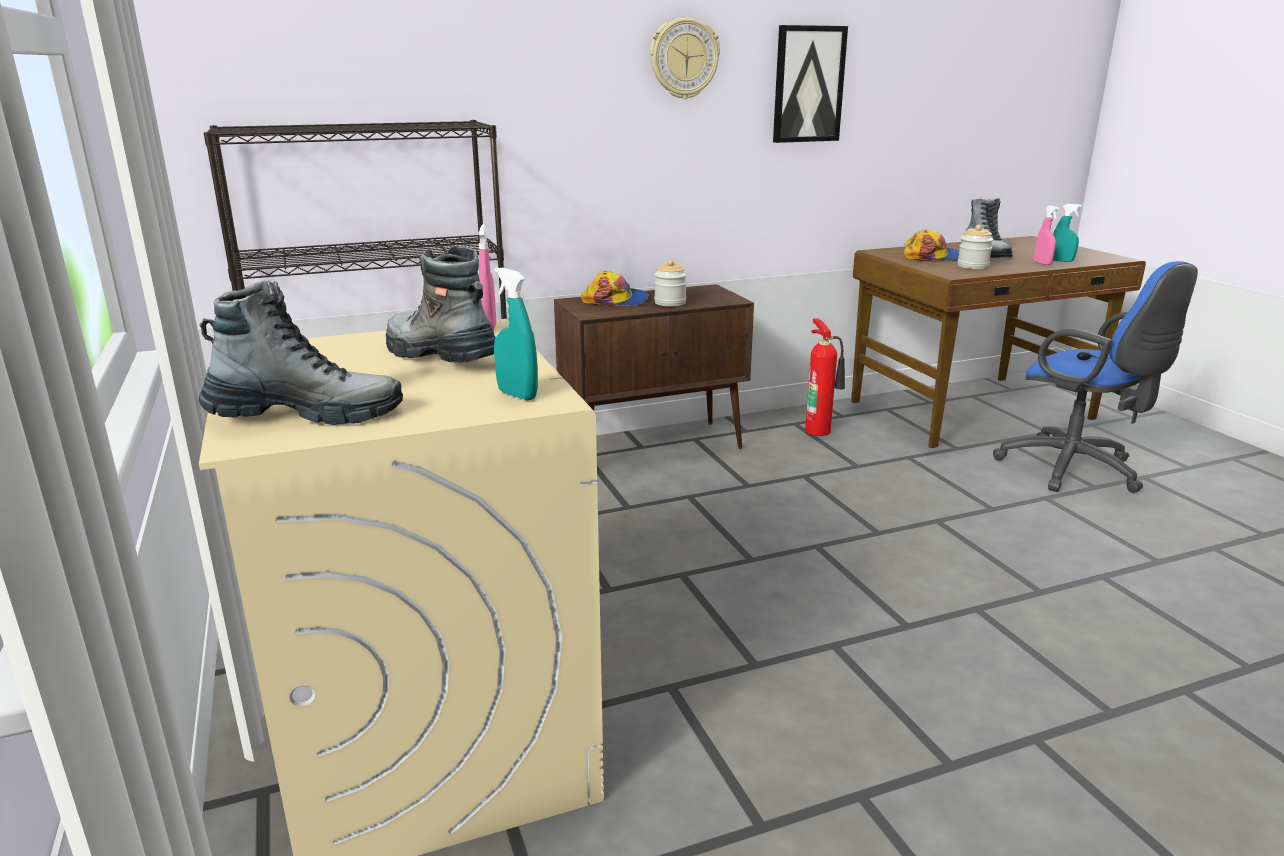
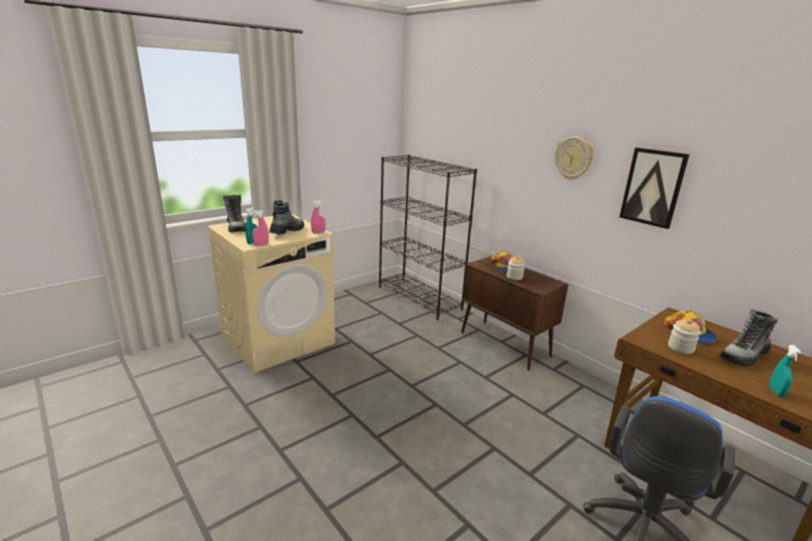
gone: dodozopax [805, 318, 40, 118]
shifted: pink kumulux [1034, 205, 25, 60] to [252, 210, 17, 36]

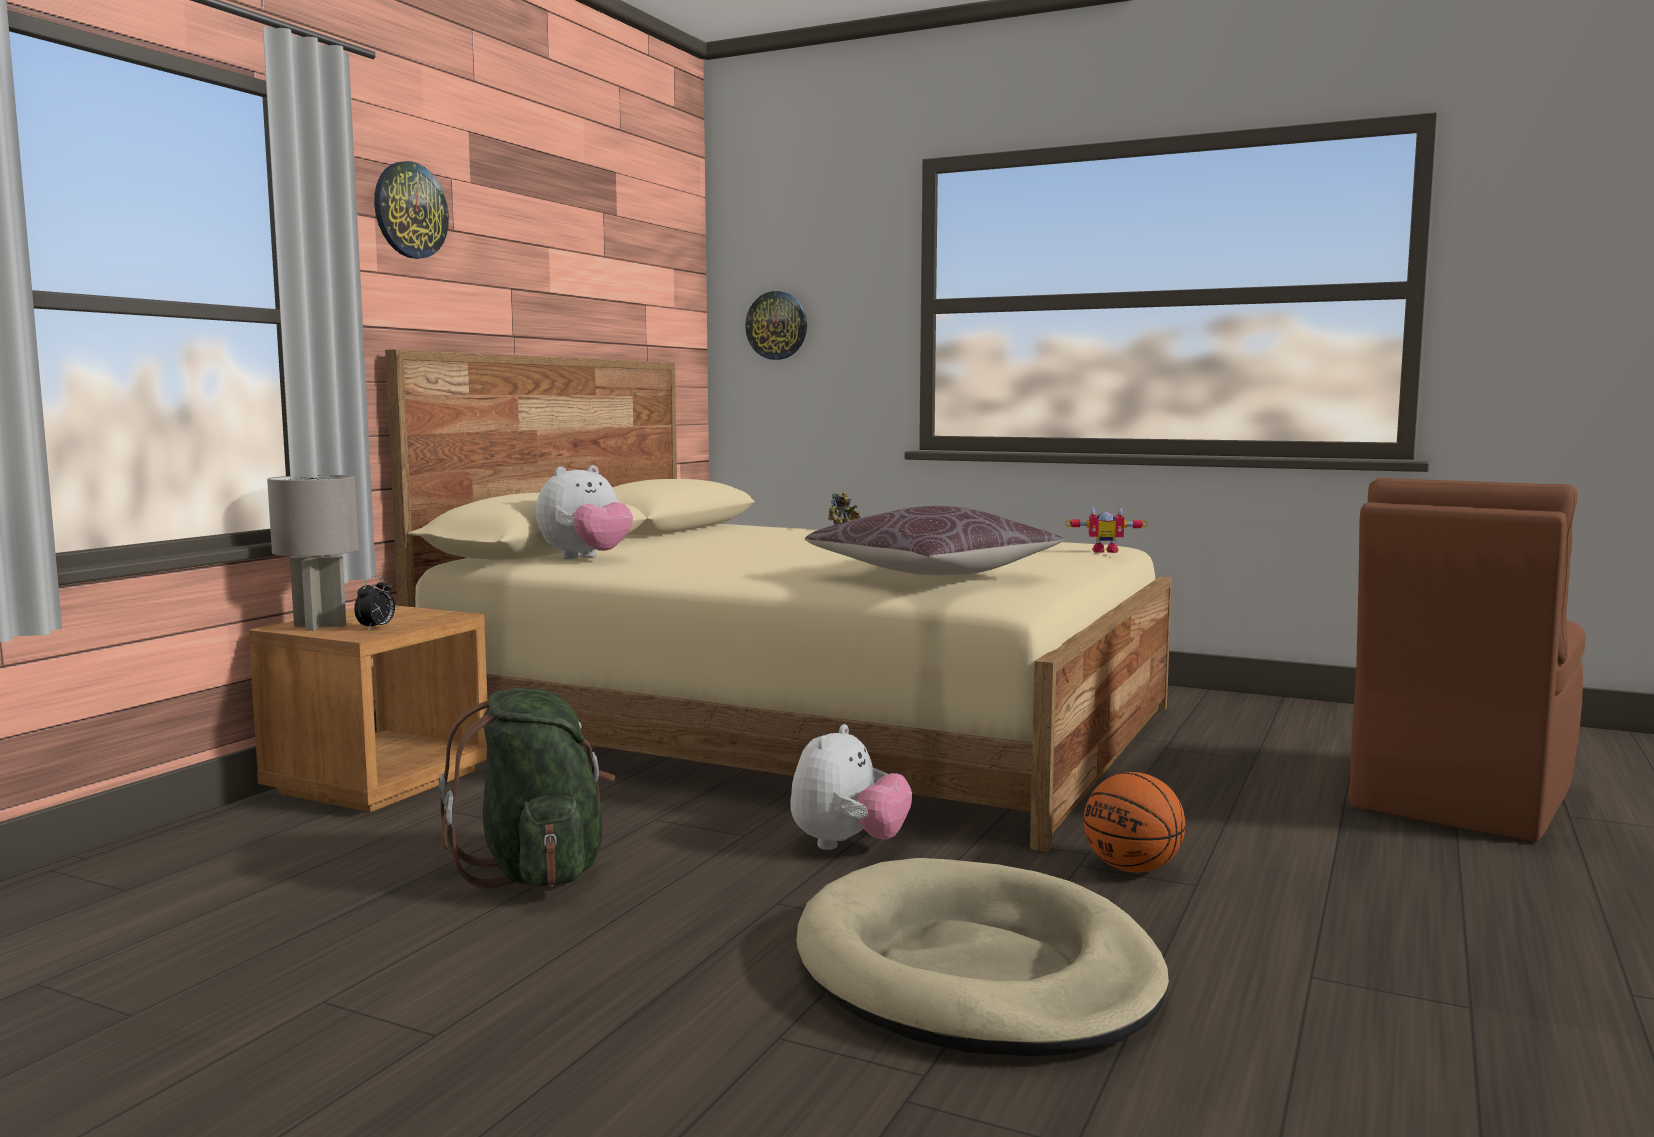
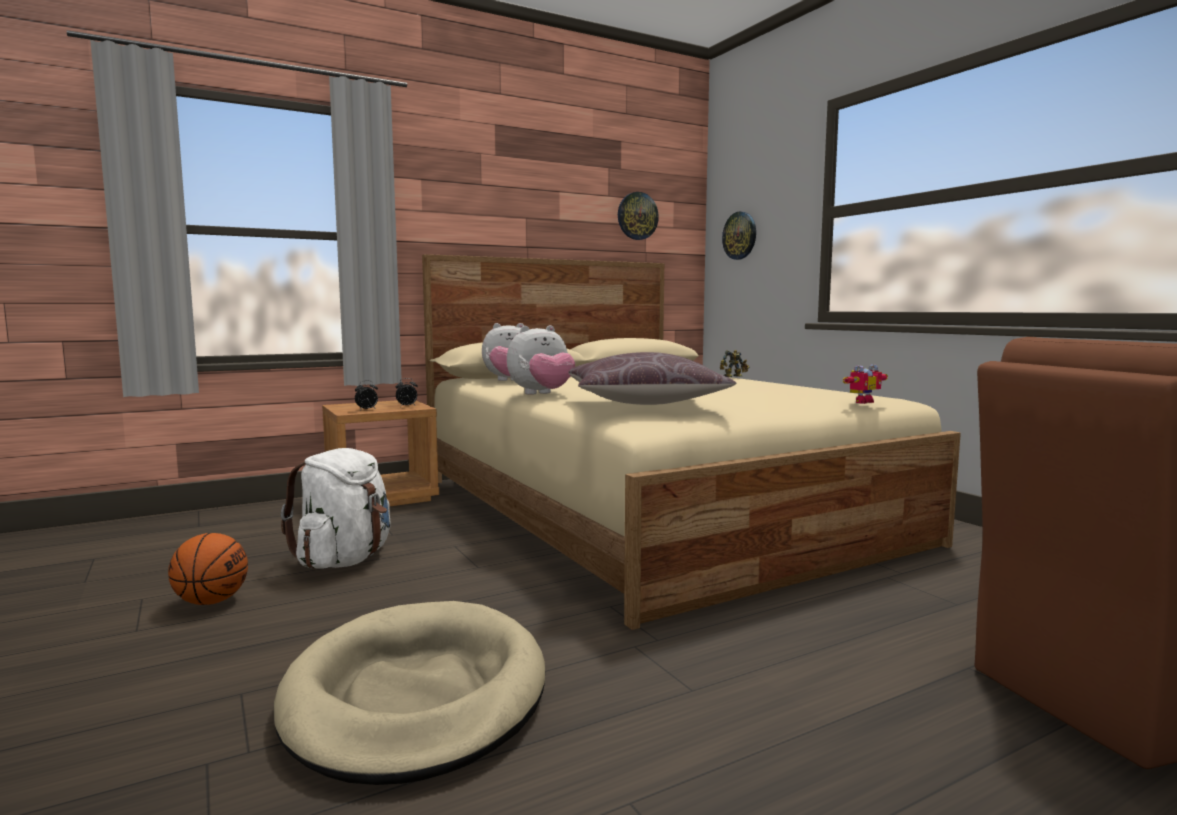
gone: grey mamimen [267, 475, 92, 156]
new: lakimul [396, 378, 22, 29]
shifted: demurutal [374, 161, 75, 98] to [618, 192, 41, 48]; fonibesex [790, 724, 122, 126] to [507, 325, 68, 70]; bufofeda [1084, 772, 101, 101] to [168, 533, 80, 72]
repainted: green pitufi [439, 688, 176, 200] to white pitufi [281, 448, 110, 121]
rotated: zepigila [1065, 507, 83, 46] = [843, 364, 45, 40] 75 degrees counterclockwise

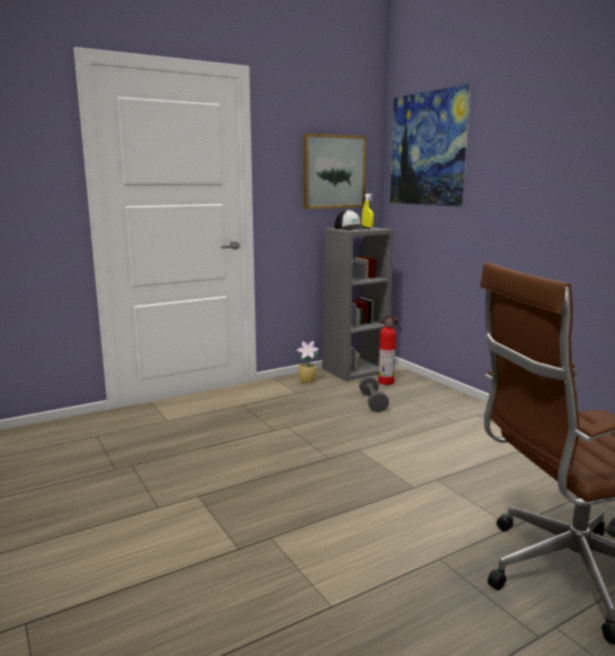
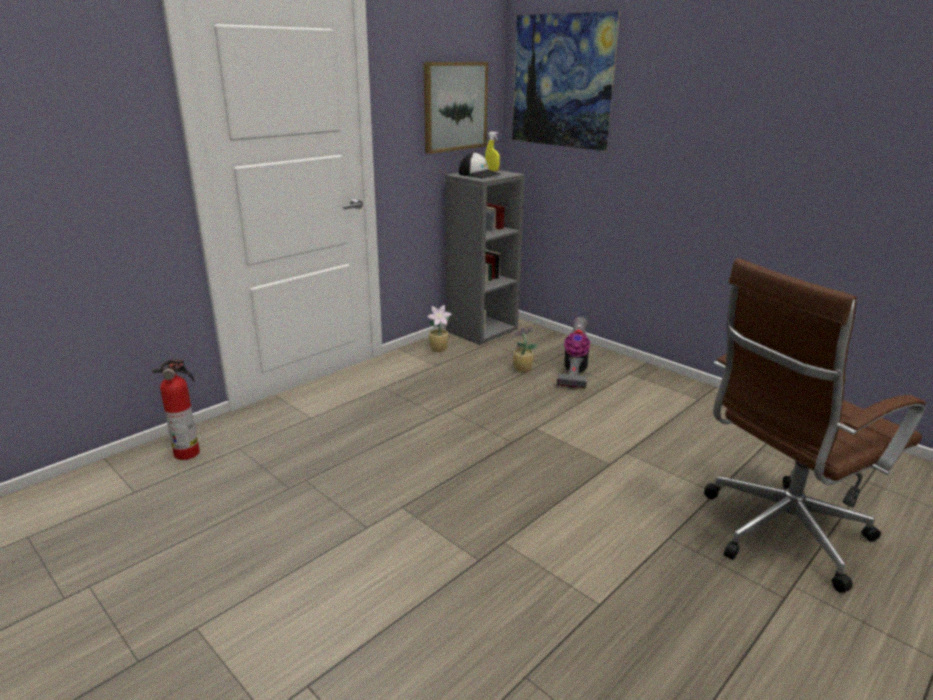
new: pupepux [557, 317, 34, 71]
shifted: dodozopax [378, 315, 23, 70] to [152, 359, 48, 101]
swapped: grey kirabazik [359, 376, 30, 36] to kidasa [511, 326, 27, 46]

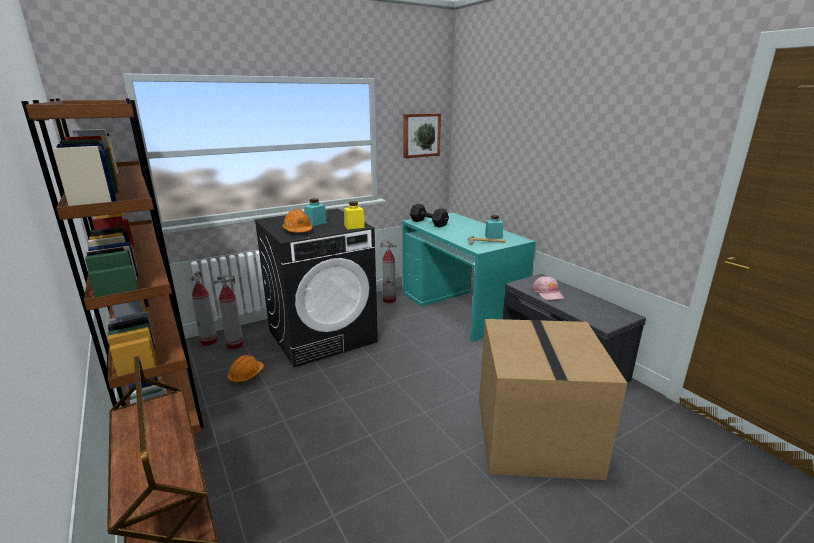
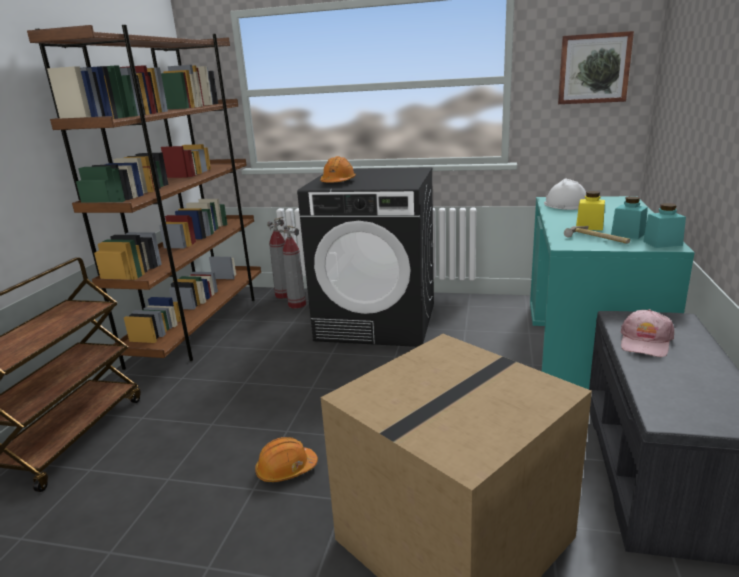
gone: dodozopax [380, 240, 17, 63]
shifted: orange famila [228, 355, 36, 29] to [255, 437, 63, 45]; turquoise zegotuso [304, 198, 23, 28] to [643, 203, 43, 45]; yellow zegotuso [344, 201, 21, 28] to [576, 191, 29, 40]
swapped: black kirabazik [410, 204, 39, 24] to white famila [544, 179, 42, 31]

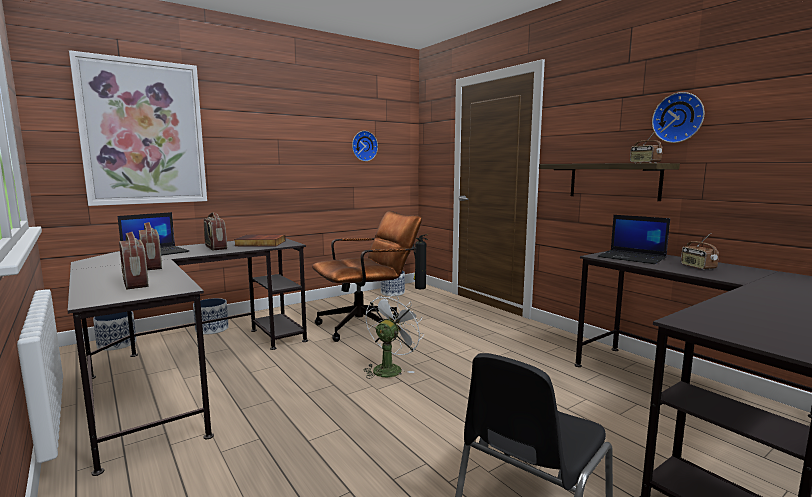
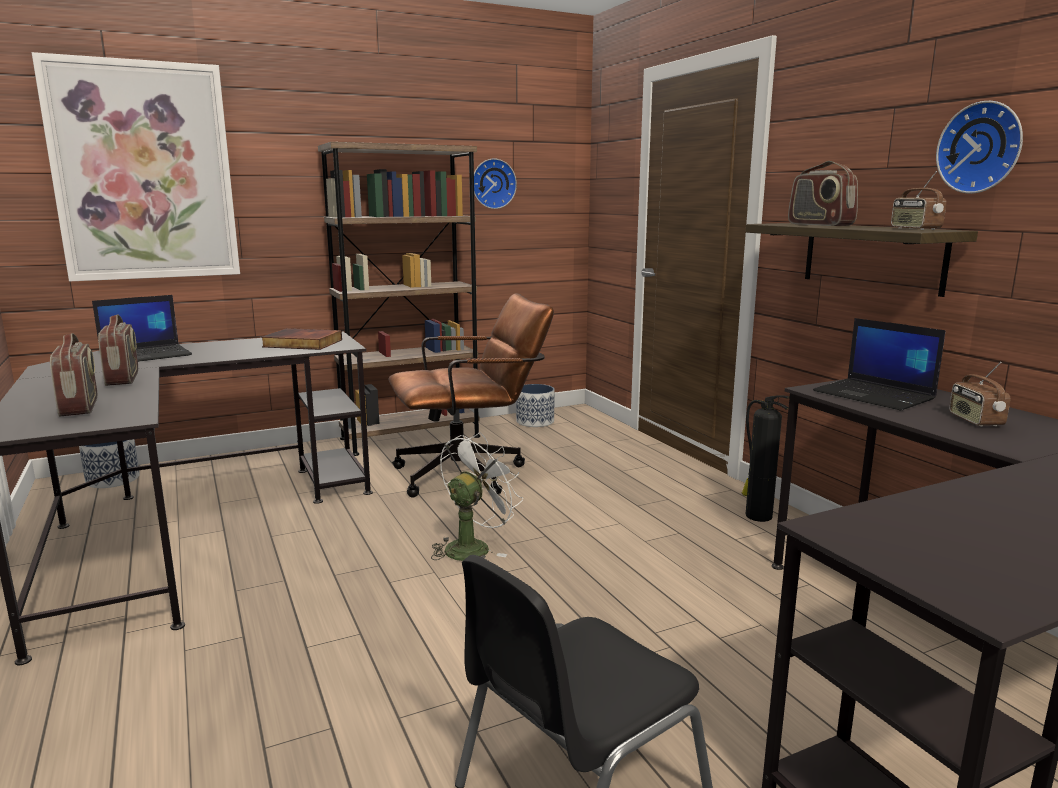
gone: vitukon [193, 298, 36, 37]
new: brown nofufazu [318, 142, 162, 314]
shifted: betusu [204, 212, 23, 38] to [788, 161, 70, 65]; dodozopax [413, 234, 15, 55] to [742, 395, 48, 127]

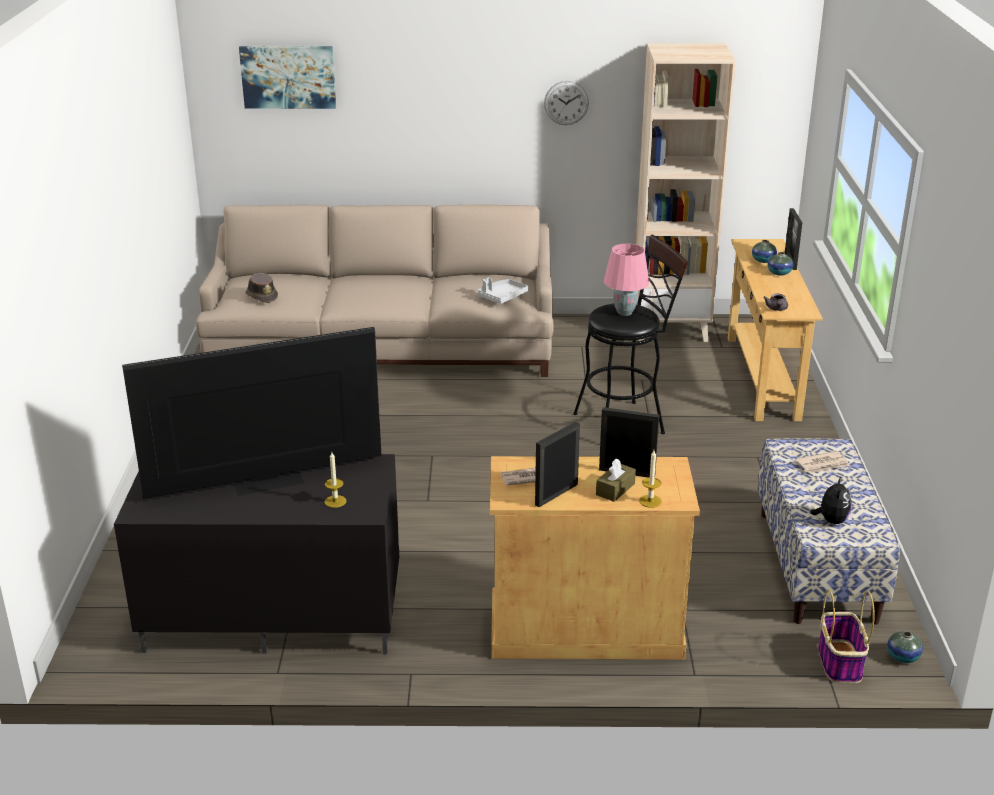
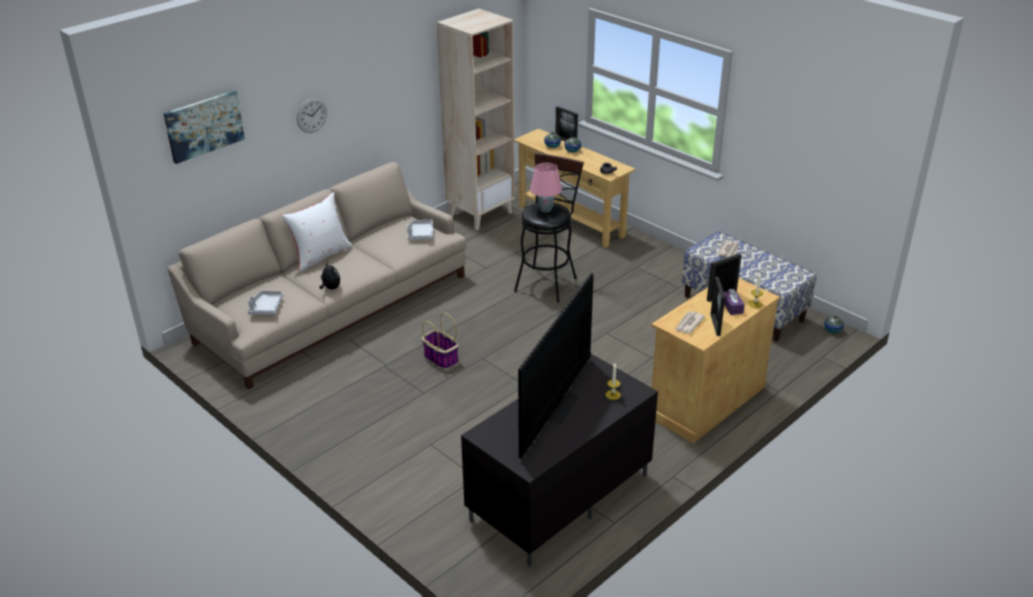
new: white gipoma [282, 192, 71, 80]
shifted: demurutal [544, 81, 45, 44] to [297, 98, 30, 35]; fonibesex [810, 477, 42, 47] to [319, 262, 21, 27]; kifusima [818, 589, 57, 94] to [422, 313, 36, 56]
swapped: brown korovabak [245, 273, 33, 30] to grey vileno [248, 291, 35, 24]
repainted: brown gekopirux [596, 459, 40, 43] to purple gekopirux [724, 289, 21, 26]

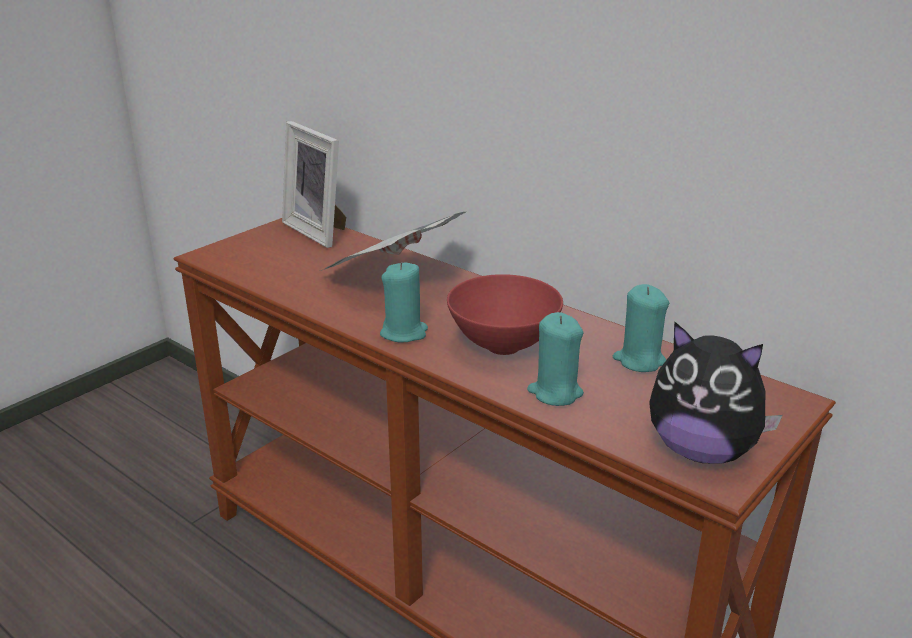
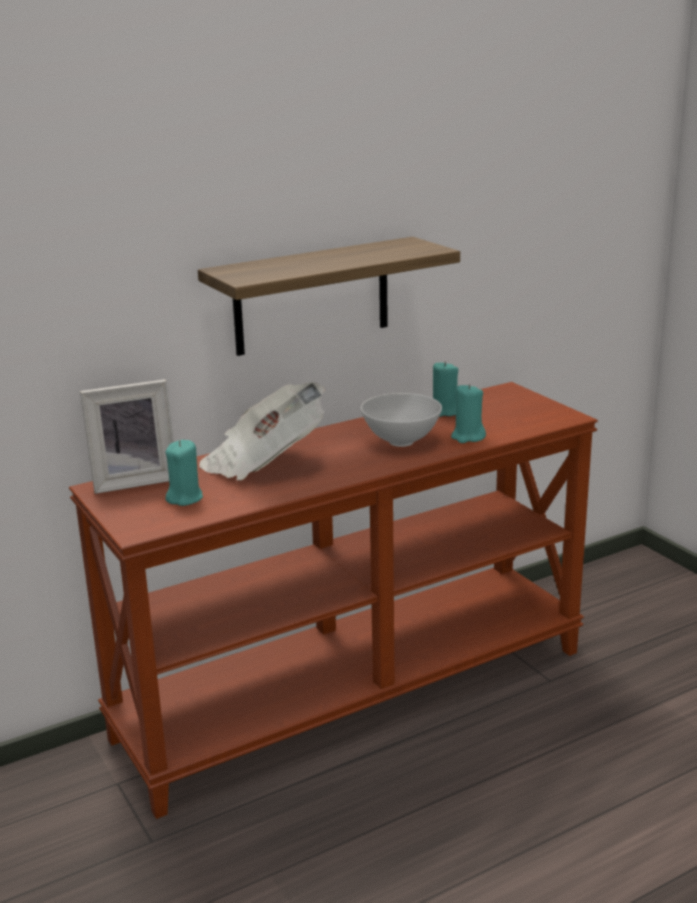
gone: fonibesex [649, 322, 134, 141]
new: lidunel [198, 237, 262, 119]
shifted: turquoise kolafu [380, 262, 48, 80] to [165, 440, 38, 66]
repainted: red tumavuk [447, 274, 116, 81] to white tumavuk [361, 393, 81, 54]

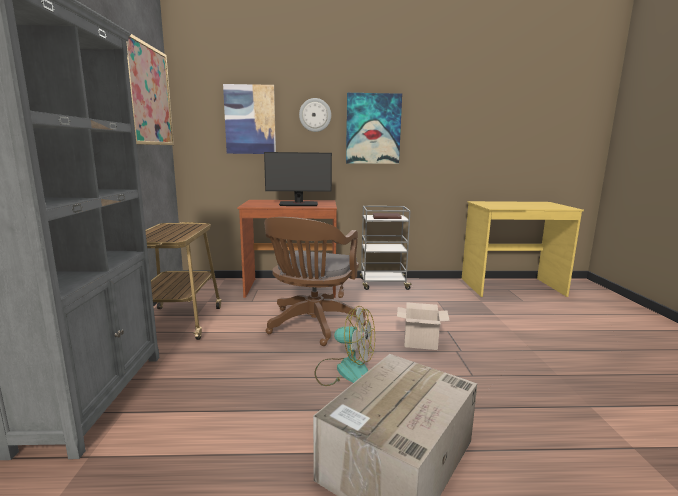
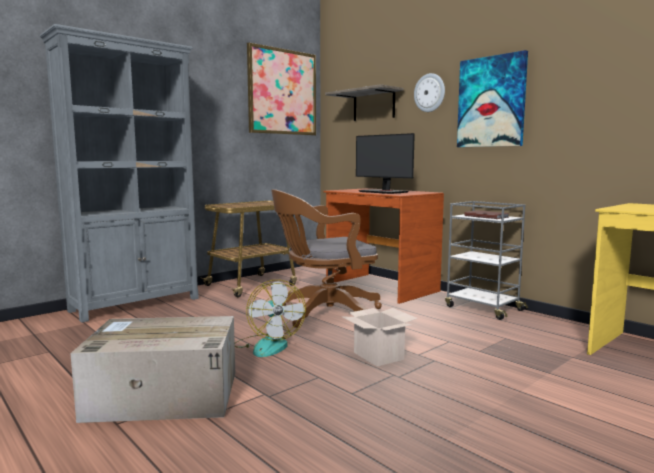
swapped: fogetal [223, 84, 53, 70] to lidunel [325, 84, 79, 37]

